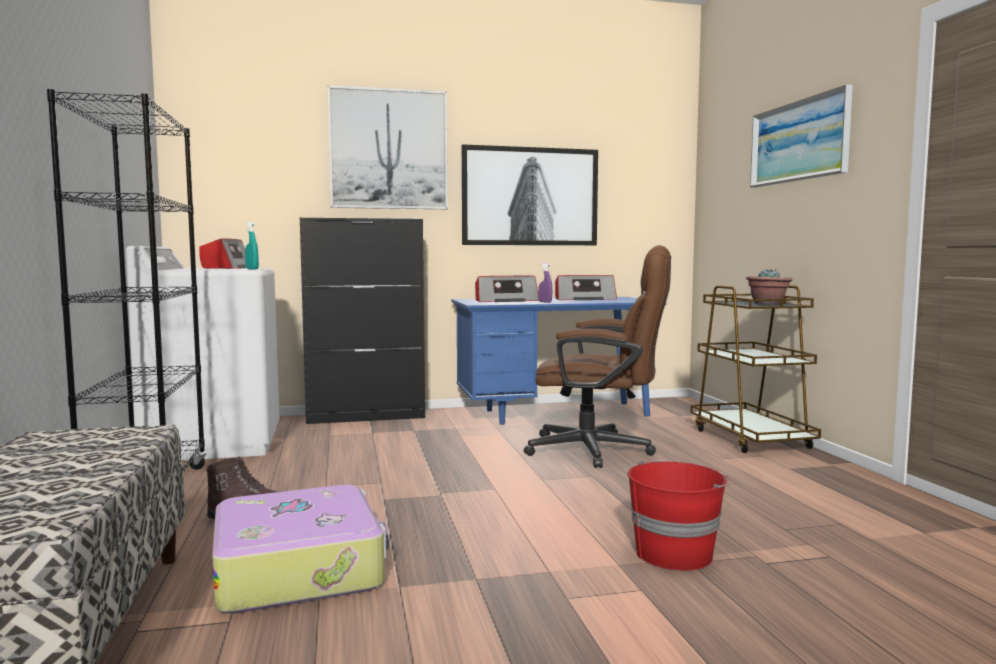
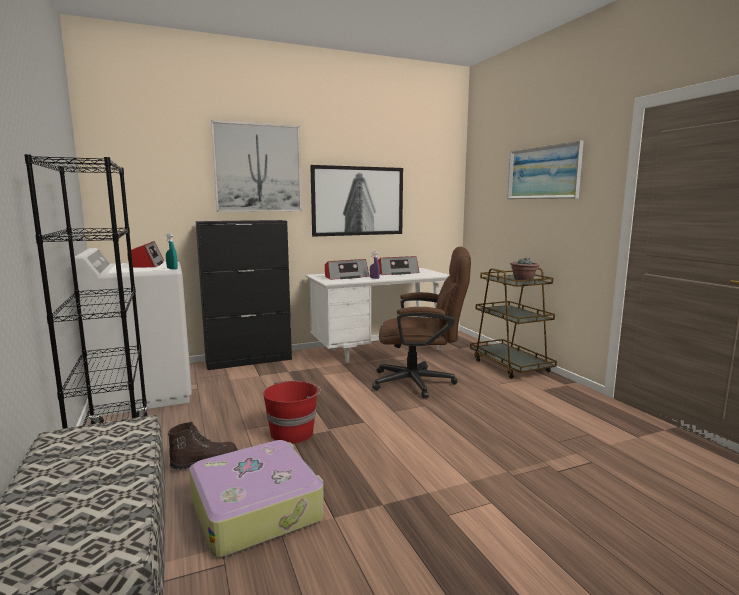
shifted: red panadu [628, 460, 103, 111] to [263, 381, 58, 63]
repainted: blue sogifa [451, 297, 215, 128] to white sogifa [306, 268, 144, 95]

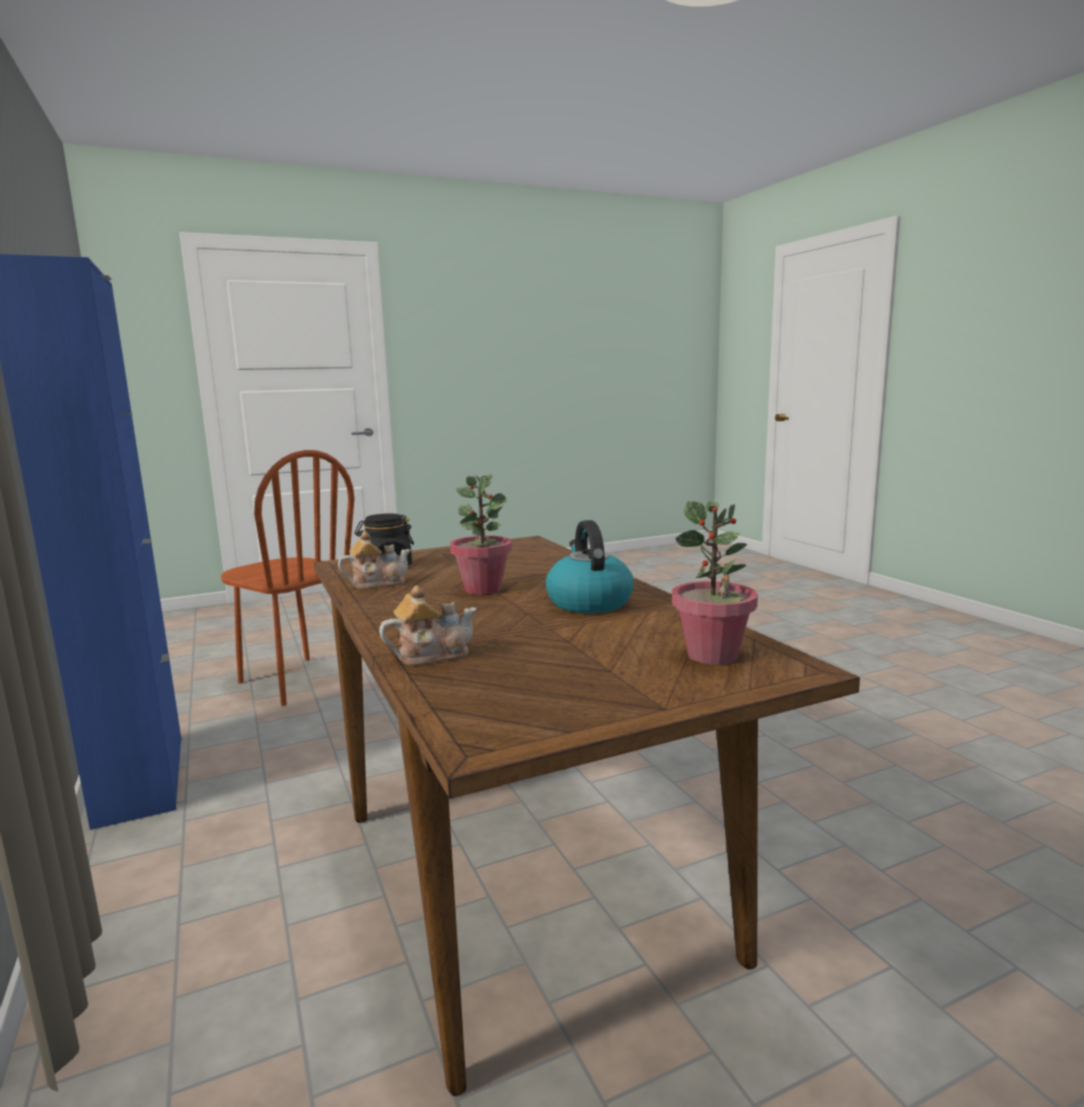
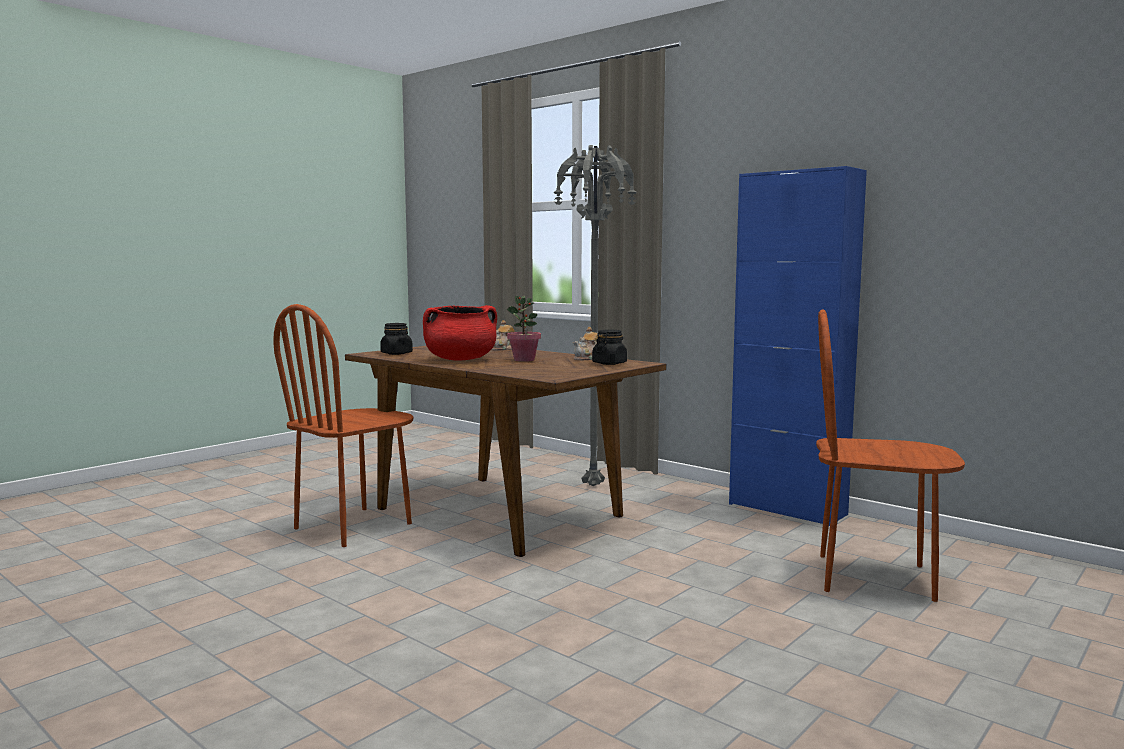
new: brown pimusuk [273, 304, 140, 243]; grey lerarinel [554, 145, 83, 341]
swapped: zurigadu [546, 520, 88, 93] to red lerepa [423, 305, 74, 56]; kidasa [672, 500, 86, 165] to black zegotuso [380, 323, 33, 32]

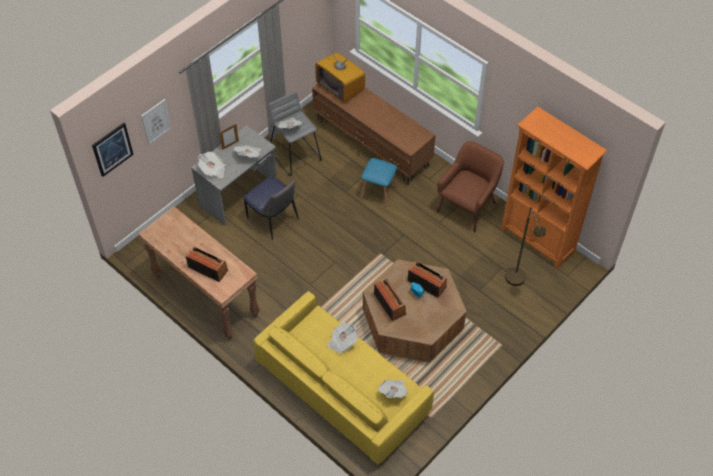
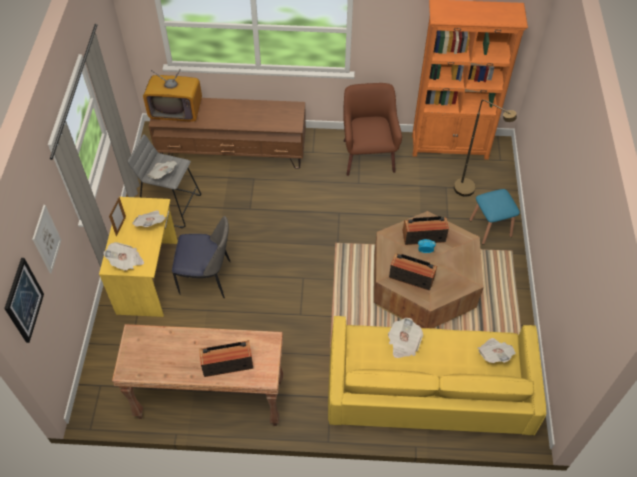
shifted: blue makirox [361, 158, 36, 49] to [469, 189, 51, 56]
repainted: grey sogifa [191, 125, 86, 101] to yellow sogifa [99, 197, 79, 120]

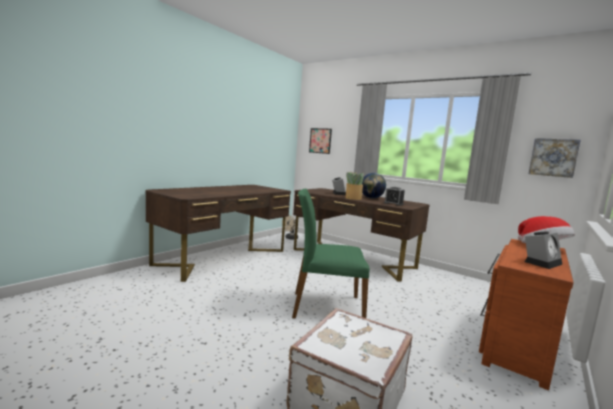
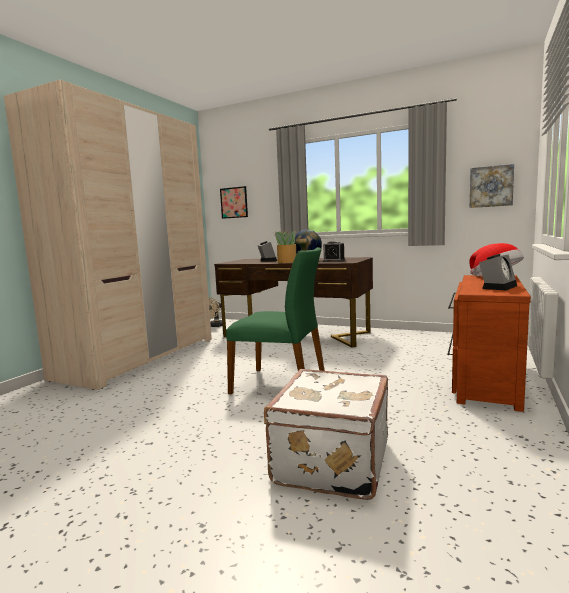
swapped: brown sogifa [145, 185, 146, 97] to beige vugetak [4, 80, 208, 310]
rotated: green pimusuk [292, 189, 78, 130] = [226, 247, 99, 148] 150 degrees counterclockwise

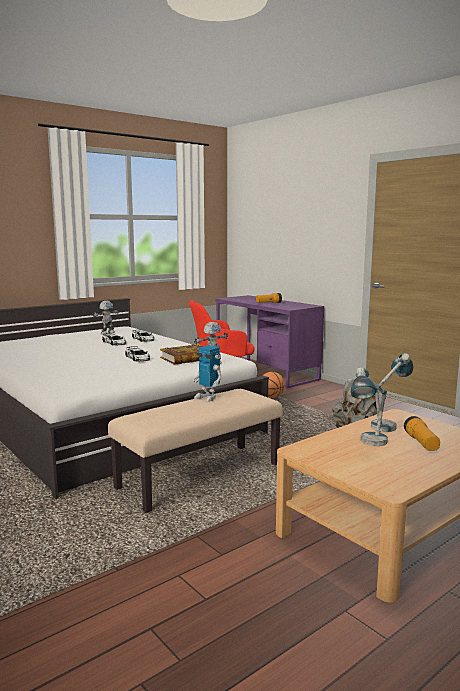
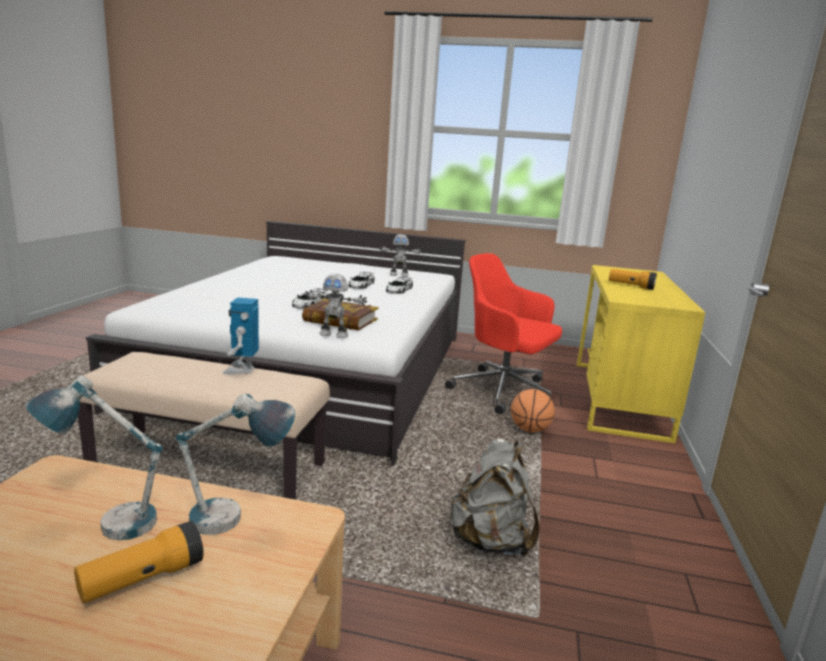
repainted: purple sogifa [215, 295, 109, 93] to yellow sogifa [577, 265, 128, 178]

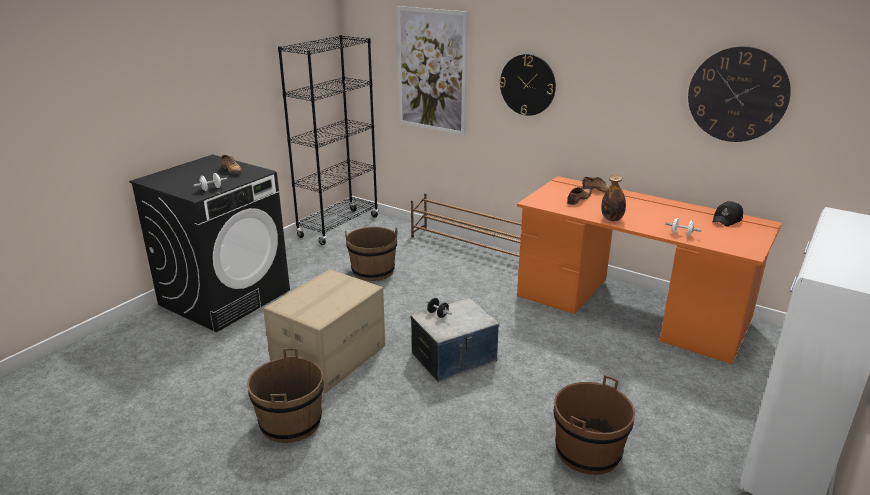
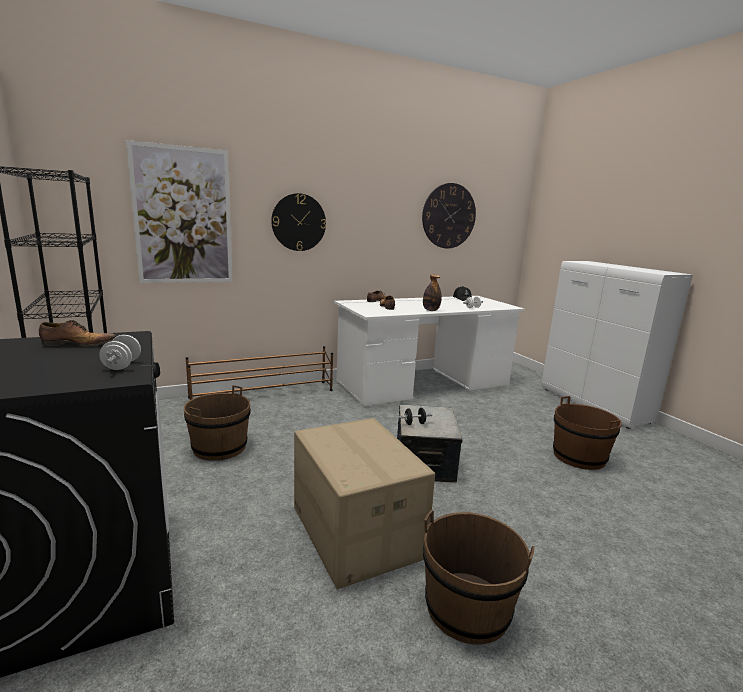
repainted: orange sogifa [517, 176, 265, 188] to white sogifa [334, 296, 191, 110]

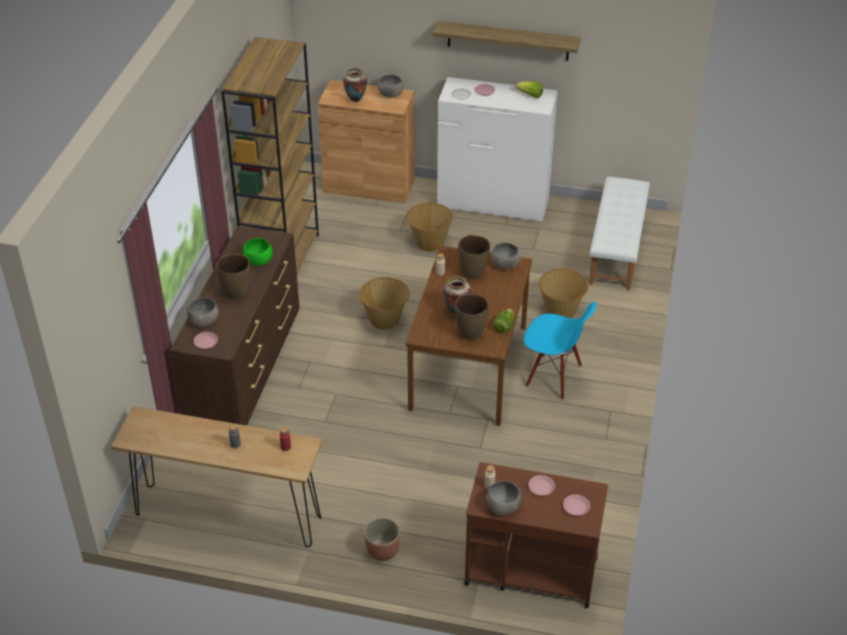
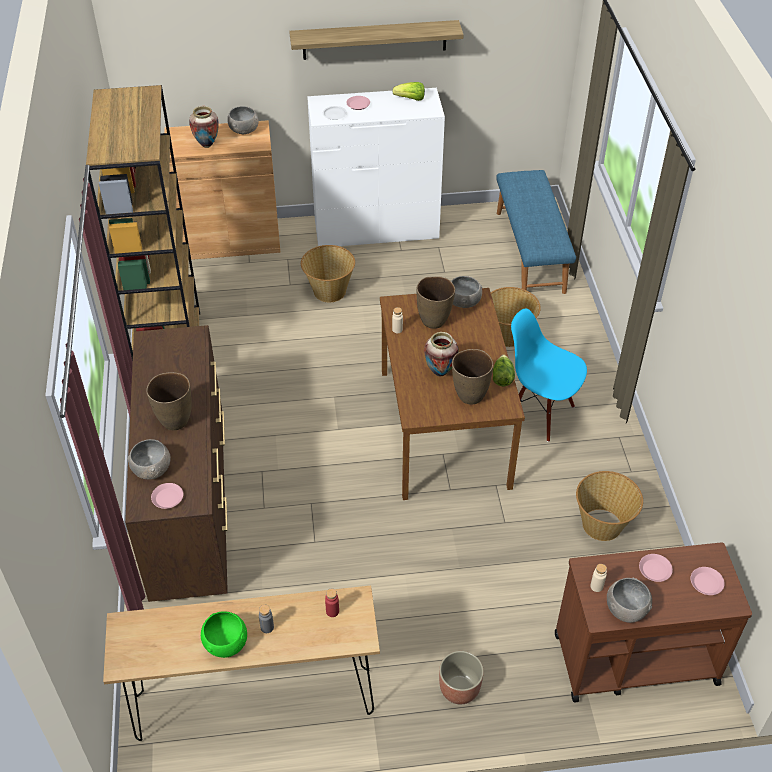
shifted: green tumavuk [243, 238, 30, 28] to [201, 611, 46, 47]; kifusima [359, 277, 51, 53] to [576, 471, 67, 70]
repainted: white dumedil [589, 177, 61, 113] to blue dumedil [496, 170, 80, 124]
rotated: blue pimusuk [523, 302, 74, 98] = [511, 308, 76, 134] 150 degrees counterclockwise

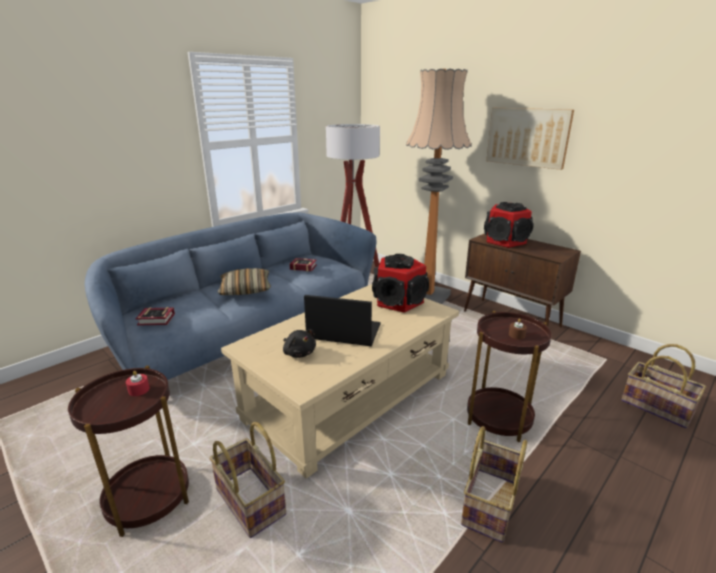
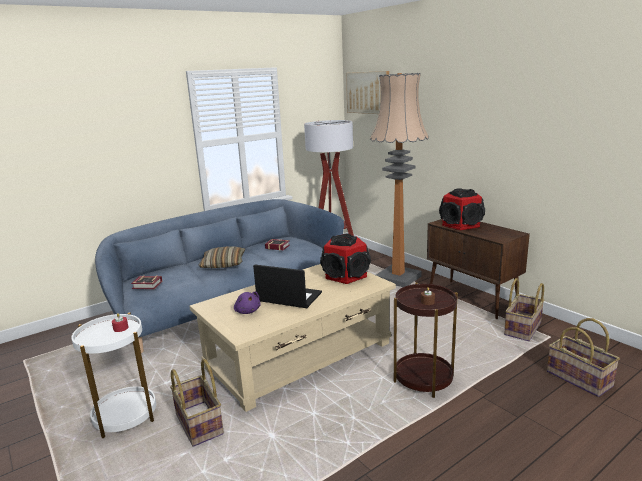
shifted: kifusima [461, 426, 66, 117] to [504, 278, 40, 63]; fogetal [486, 108, 88, 62] to [346, 71, 43, 43]
repainted: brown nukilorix [68, 366, 121, 171] to white nukilorix [71, 313, 85, 125]; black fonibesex [283, 329, 33, 29] to purple fonibesex [234, 292, 27, 22]

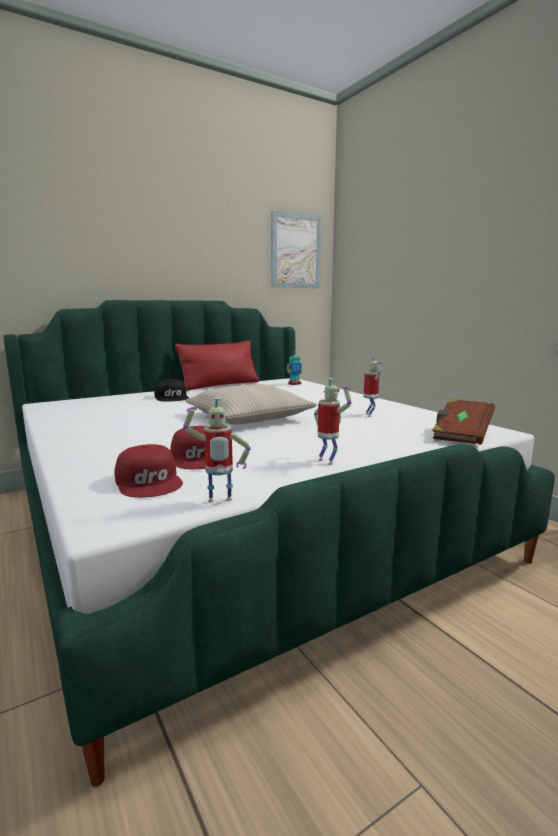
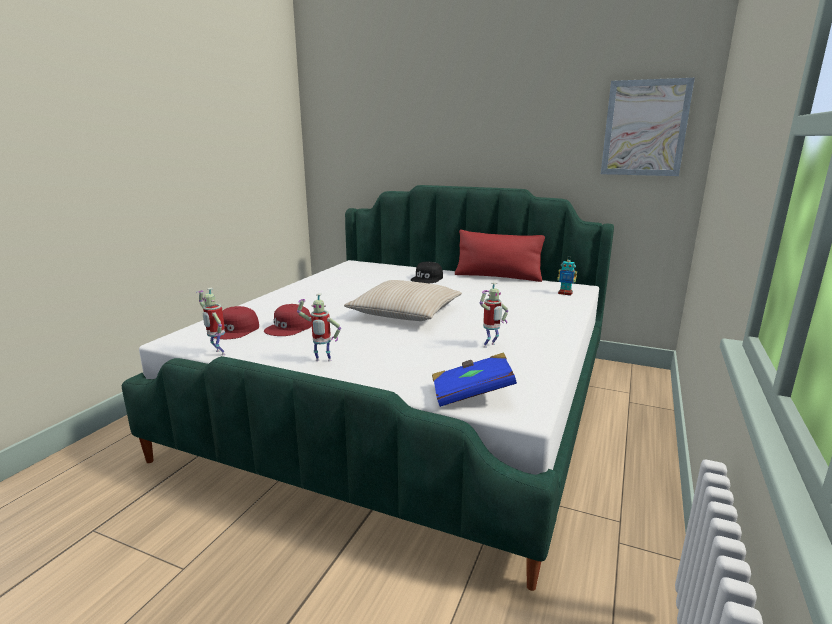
repainted: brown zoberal [432, 398, 63, 47] to blue zoberal [432, 352, 85, 55]
rotated: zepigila [314, 378, 38, 87] = [297, 293, 44, 69] 75 degrees clockwise

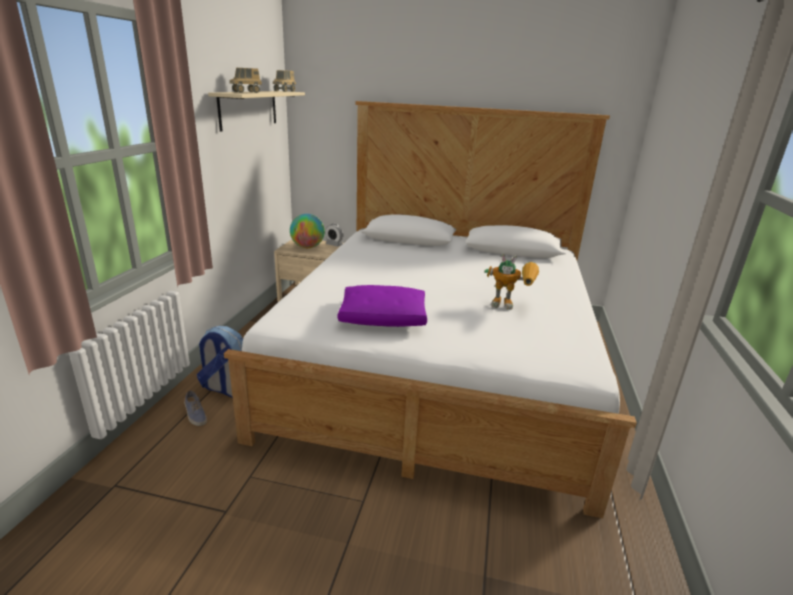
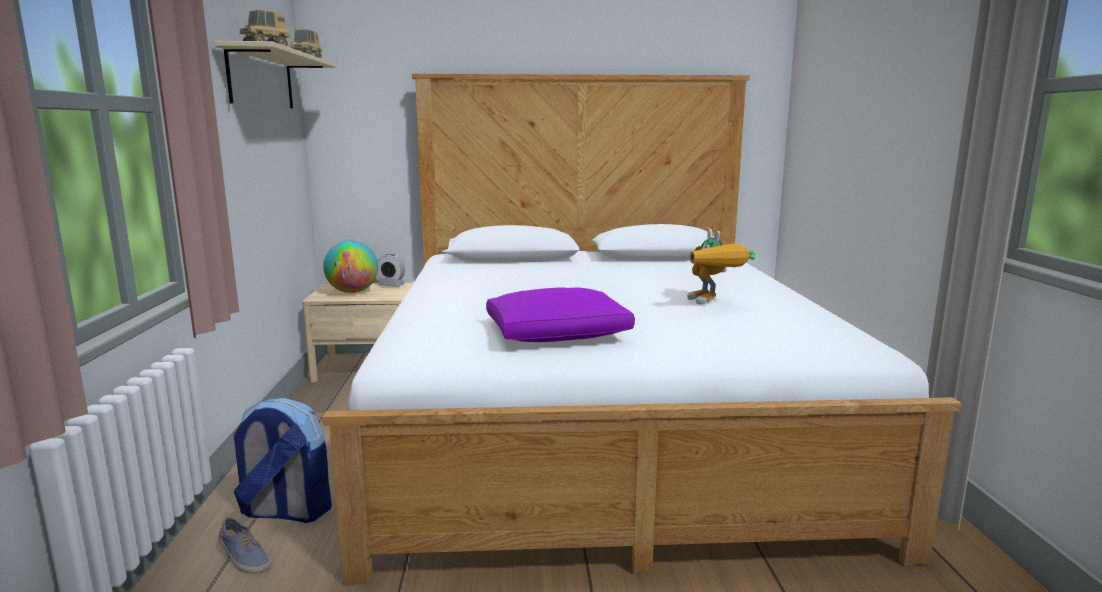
rotated: zepigila [485, 254, 54, 56] = [687, 228, 68, 77] 75 degrees clockwise

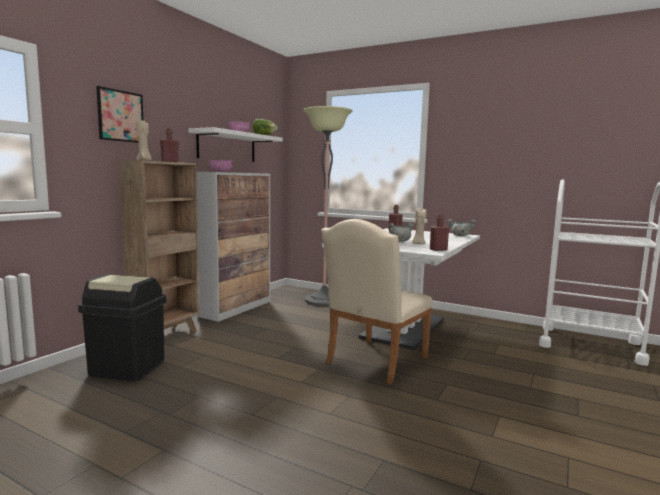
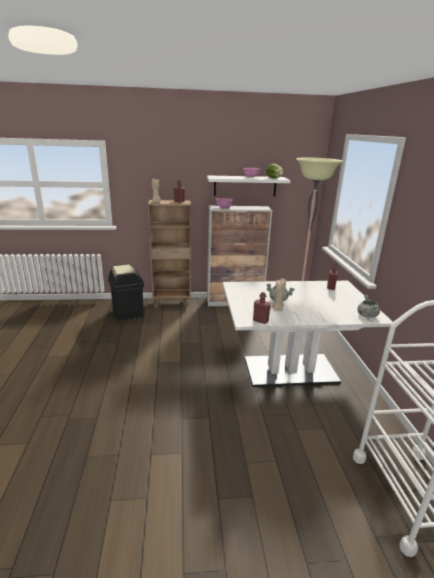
gone: fogetal [96, 86, 47, 57]; beige pimusuk [321, 219, 112, 166]

